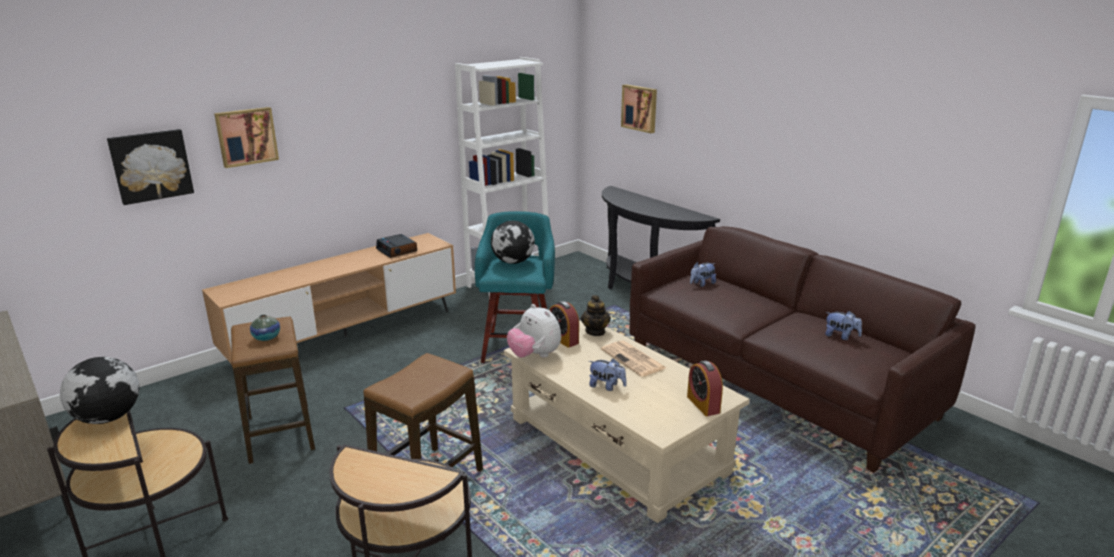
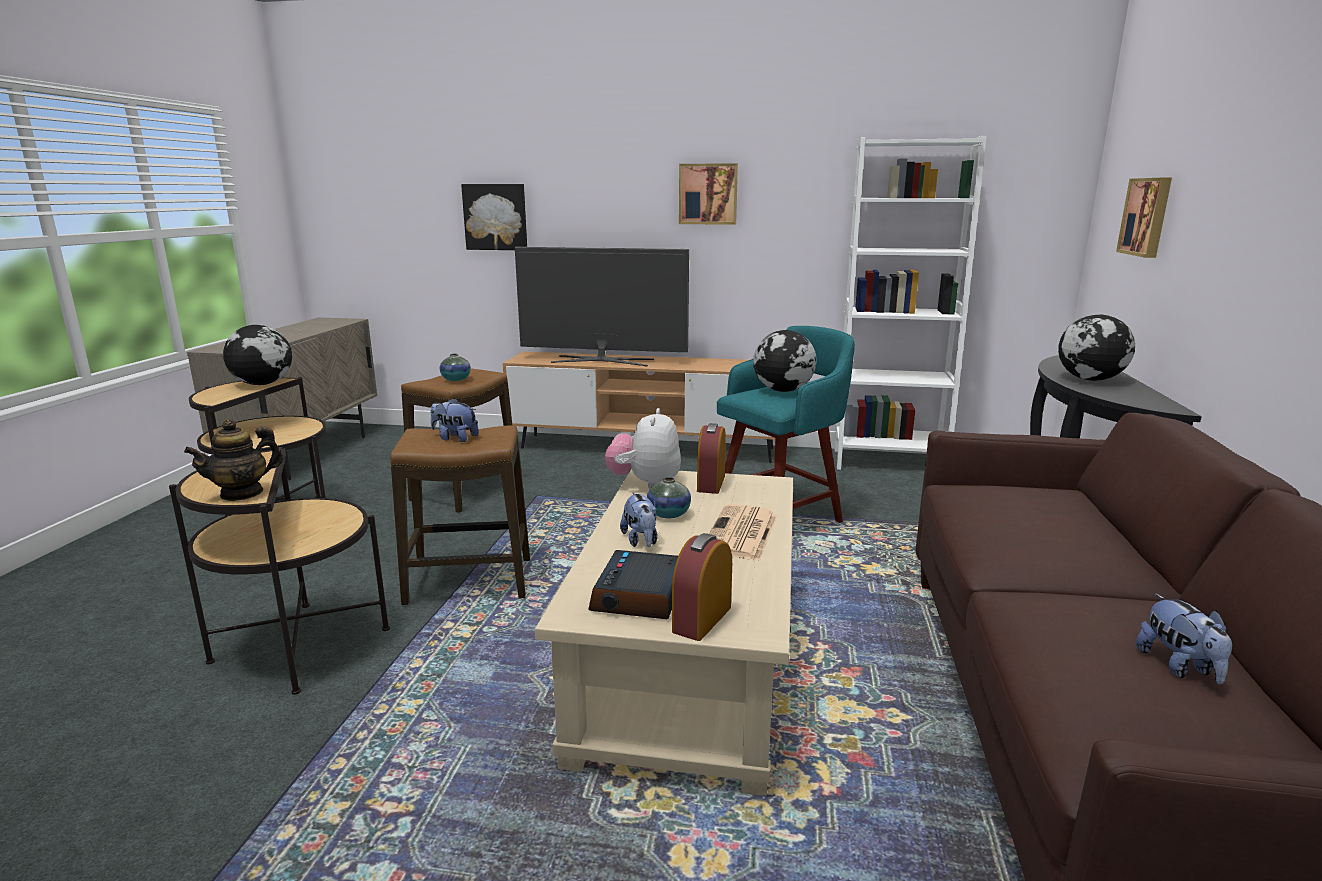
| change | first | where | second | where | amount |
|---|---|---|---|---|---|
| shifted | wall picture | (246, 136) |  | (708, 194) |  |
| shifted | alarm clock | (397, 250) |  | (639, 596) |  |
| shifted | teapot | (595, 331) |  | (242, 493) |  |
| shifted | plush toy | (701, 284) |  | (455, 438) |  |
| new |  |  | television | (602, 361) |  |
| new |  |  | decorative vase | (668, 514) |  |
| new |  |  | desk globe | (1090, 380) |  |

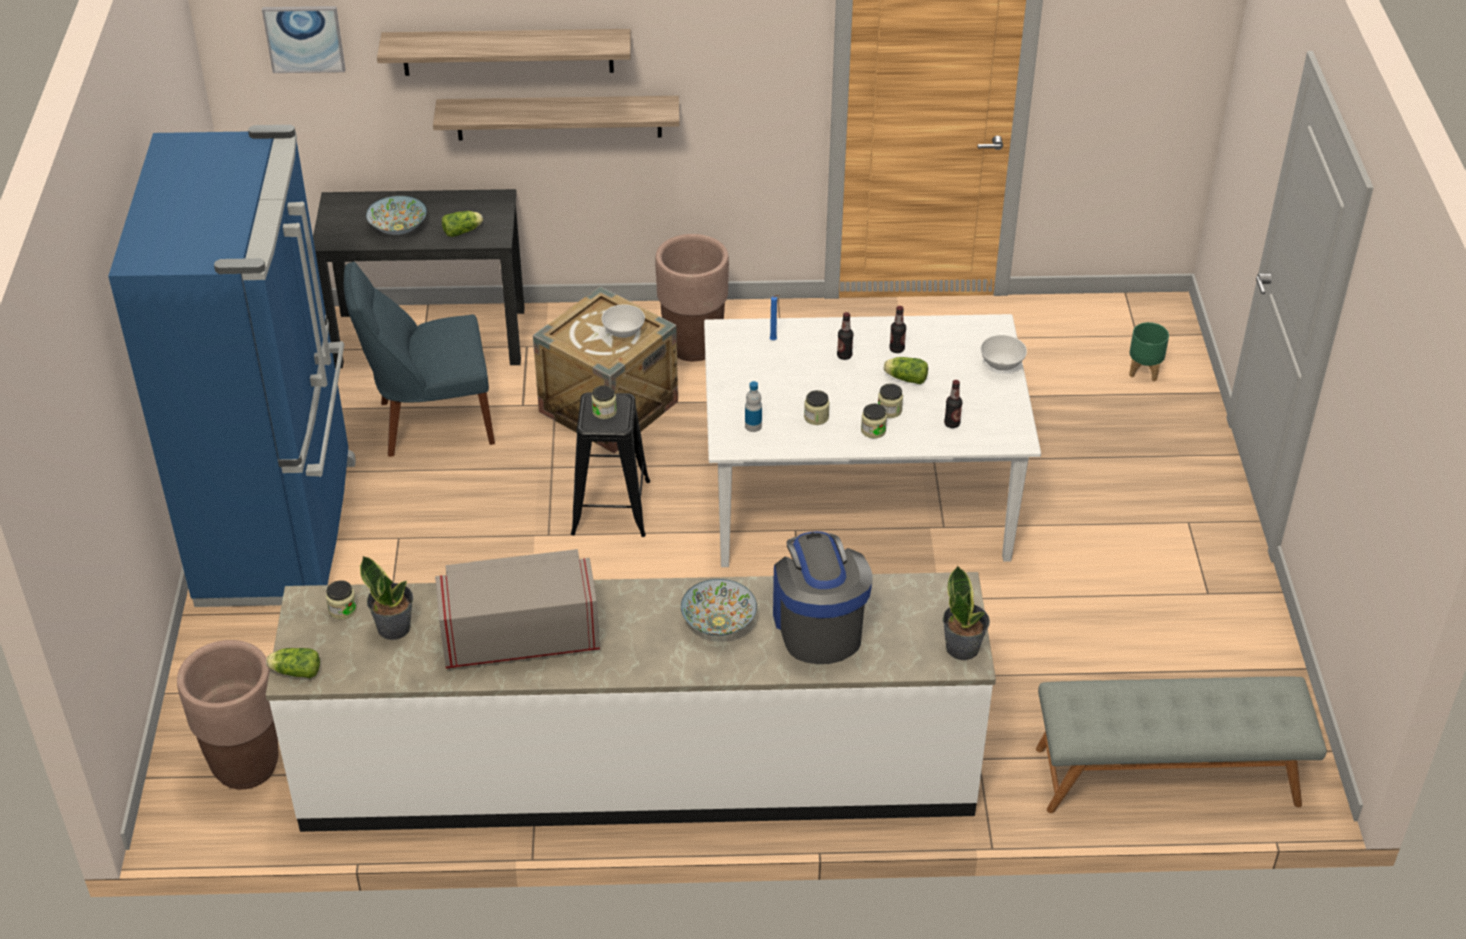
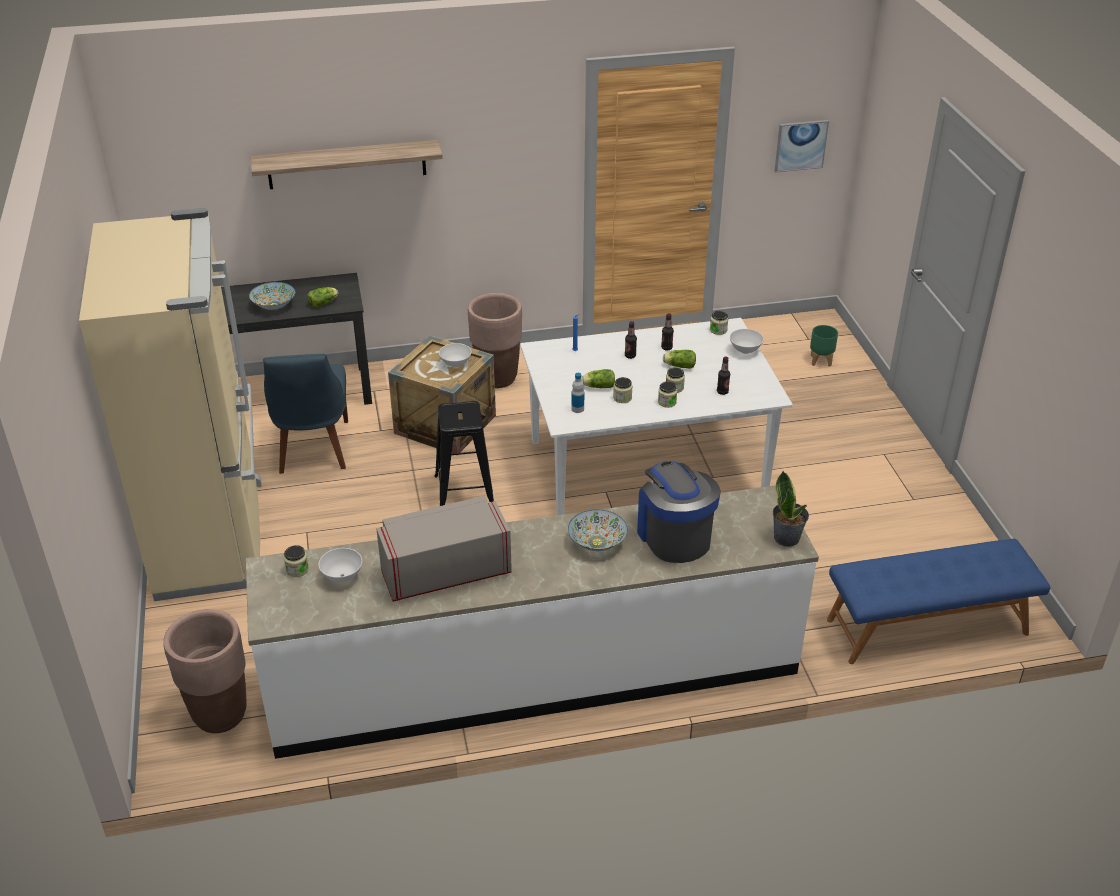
| change | first | where | second | where | amount |
|---|---|---|---|---|---|
| repainted | bluish fridge | (282, 530) | beige fridge | (213, 538) |  |
| shifted | wall picture | (304, 38) |  | (800, 145) |  |
| shifted | head of lettuce | (294, 671) |  | (597, 386) |  |
| rotated | bluish chair | (430, 422) |  | (313, 449) | 75 degrees counterclockwise |
| swapped | plant in a pot | (394, 627) | white-coloured deep dish | (342, 577) |  |
| gone | shelf | (559, 117) |  |  |  |
| shifted | jar | (604, 411) |  | (718, 330) |  |
| repainted | gray bench | (1167, 777) | bluish bench | (927, 627) |  |

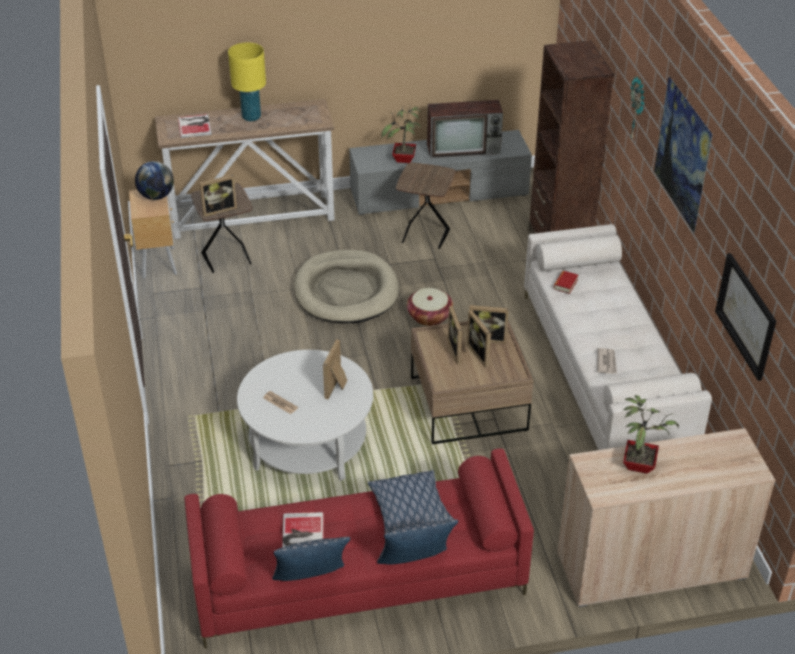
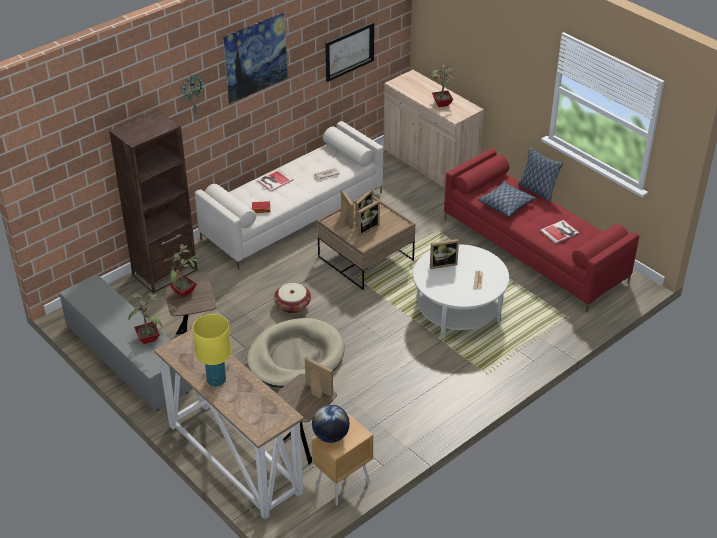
| change | first | where | second | where | amount |
|---|---|---|---|---|---|
| shifted | bound book | (195, 125) |  | (274, 180) |  |
| gone | pillow | (311, 580) |  |  |  |
| gone | television | (465, 148) |  |  |  |
| new |  |  | plant in a pot | (184, 292) |  |

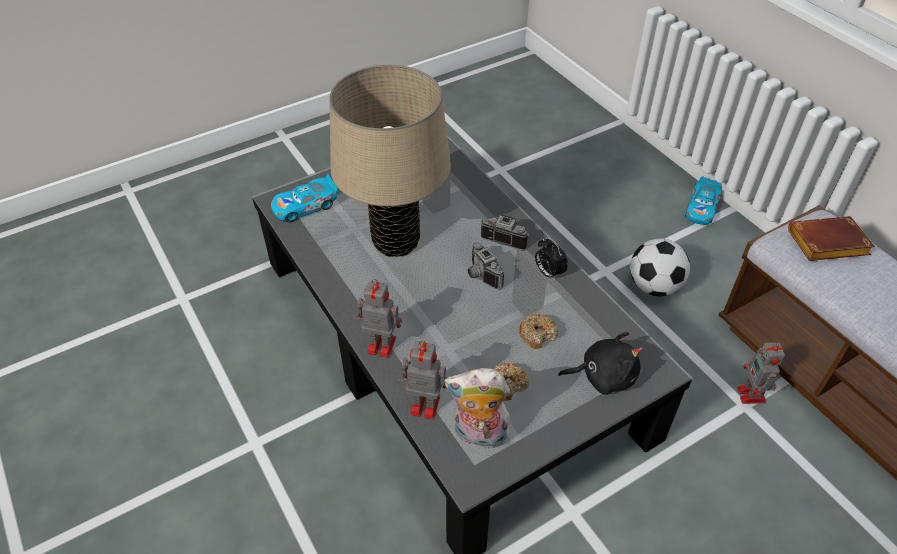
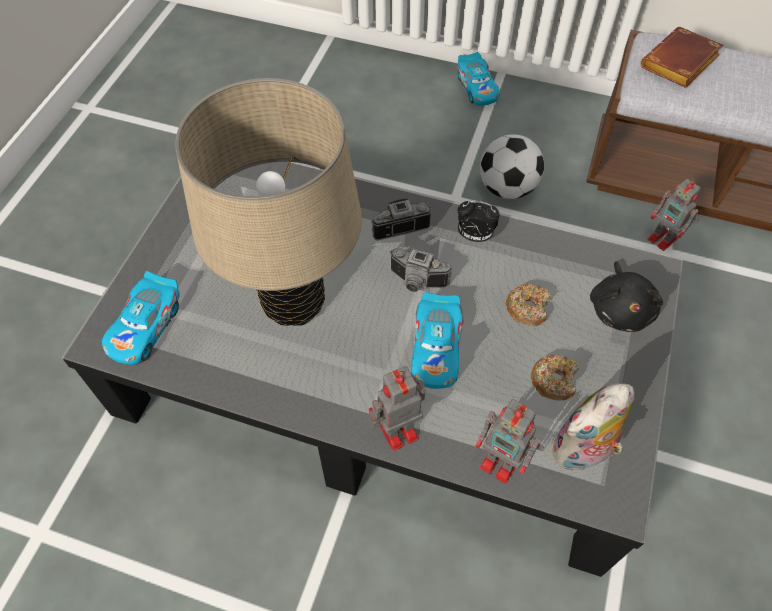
| change | first | where | second | where | amount |
|---|---|---|---|---|---|
| rotated | toy robot | (423, 405) |  | (503, 462) | 120 degrees counterclockwise |
| rotated | blackish plush toy | (603, 376) |  | (620, 309) | 135 degrees clockwise |
| new |  |  | miniature car | (436, 349) |  |

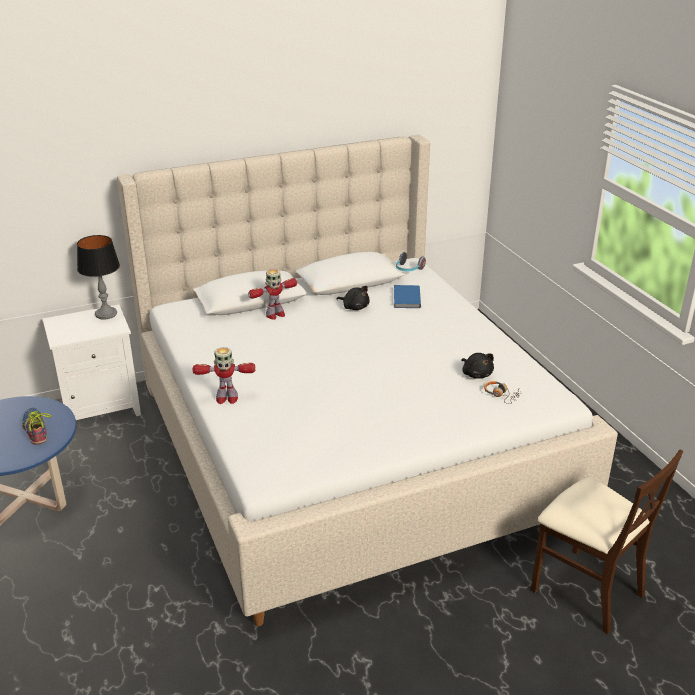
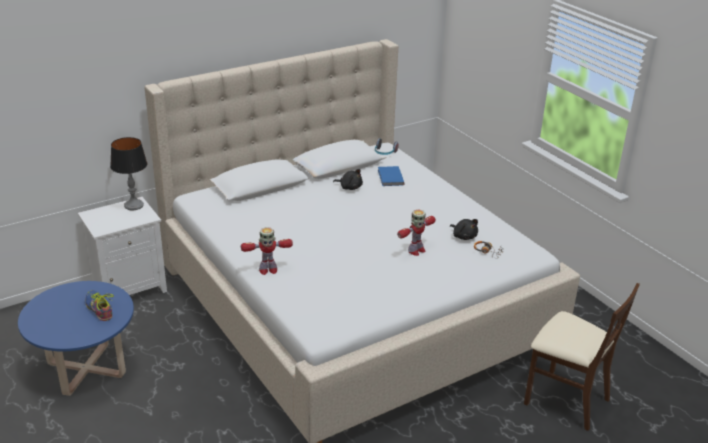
| change | first | where | second | where | amount |
|---|---|---|---|---|---|
| shifted | toy robot | (275, 315) |  | (416, 250) |  |

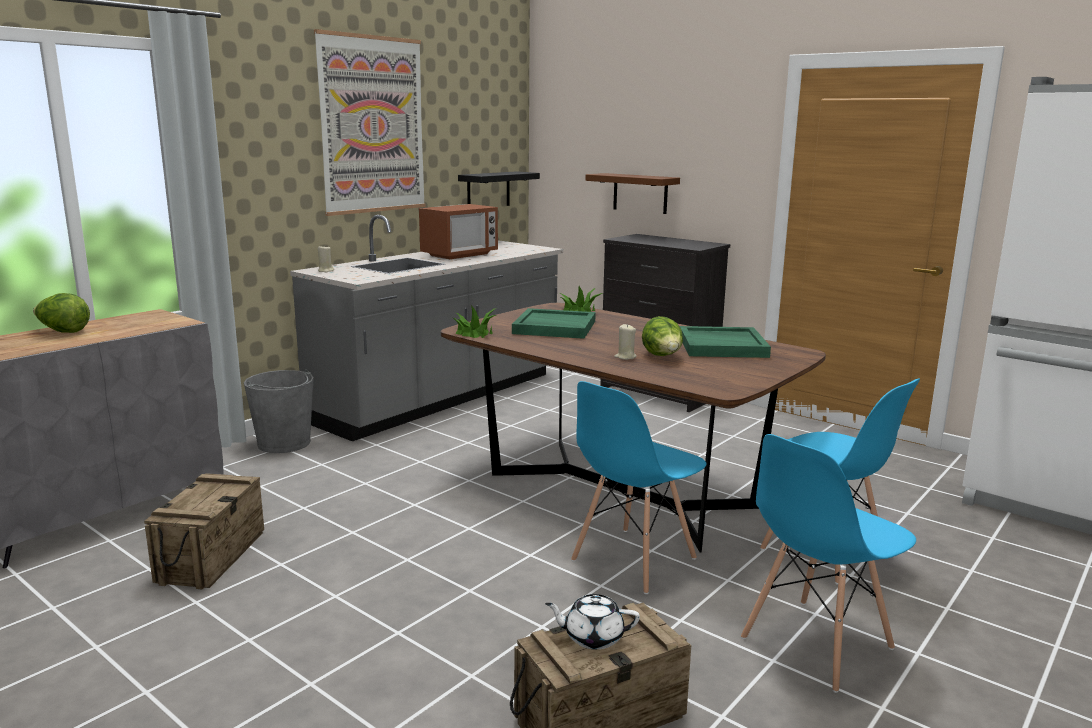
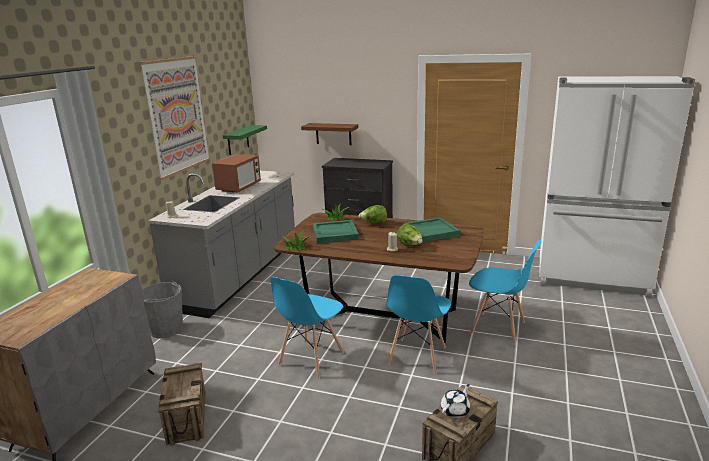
| change | first | where | second | where | amount |
|---|---|---|---|---|---|
| shifted | head of lettuce | (63, 332) |  | (374, 223) |  |
| repainted | blackish shelf | (488, 190) | green shelf | (238, 140) |  |
| rotated | white-coloured teapot | (592, 637) |  | (455, 410) | 150 degrees clockwise |
| shifted | bluish chair | (815, 643) |  | (311, 359) |  |

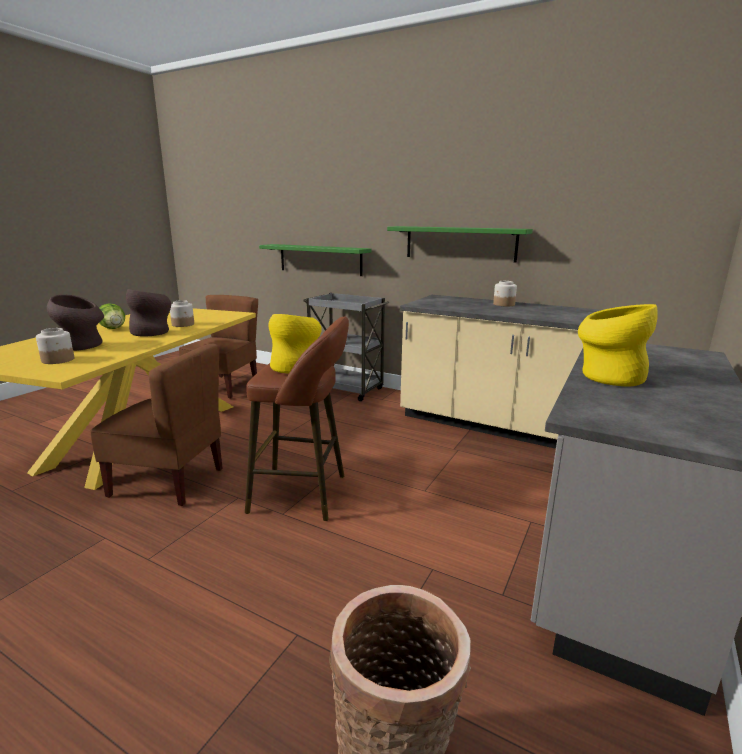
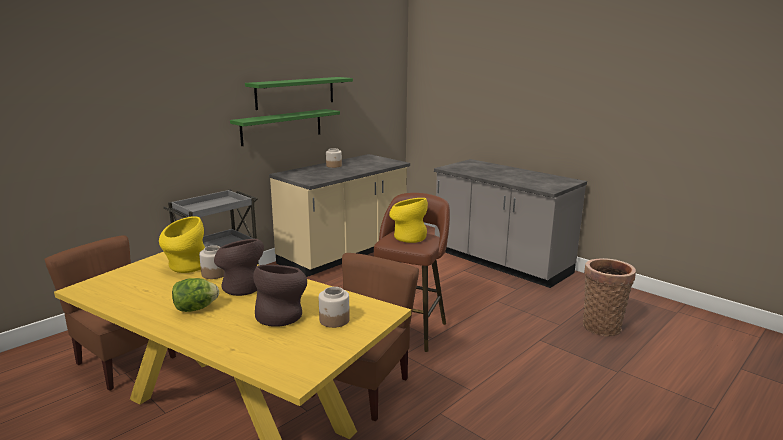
| change | first | where | second | where | amount |
|---|---|---|---|---|---|
| shifted | green shelf | (320, 259) |  | (295, 92) |  |
| shifted | yellowish decorative vase | (606, 376) |  | (185, 267) |  |

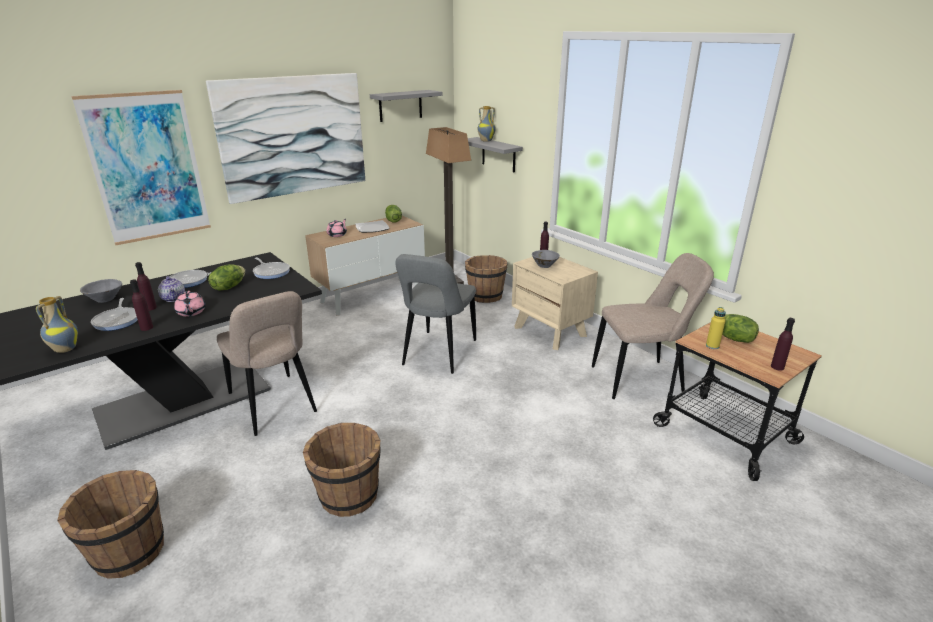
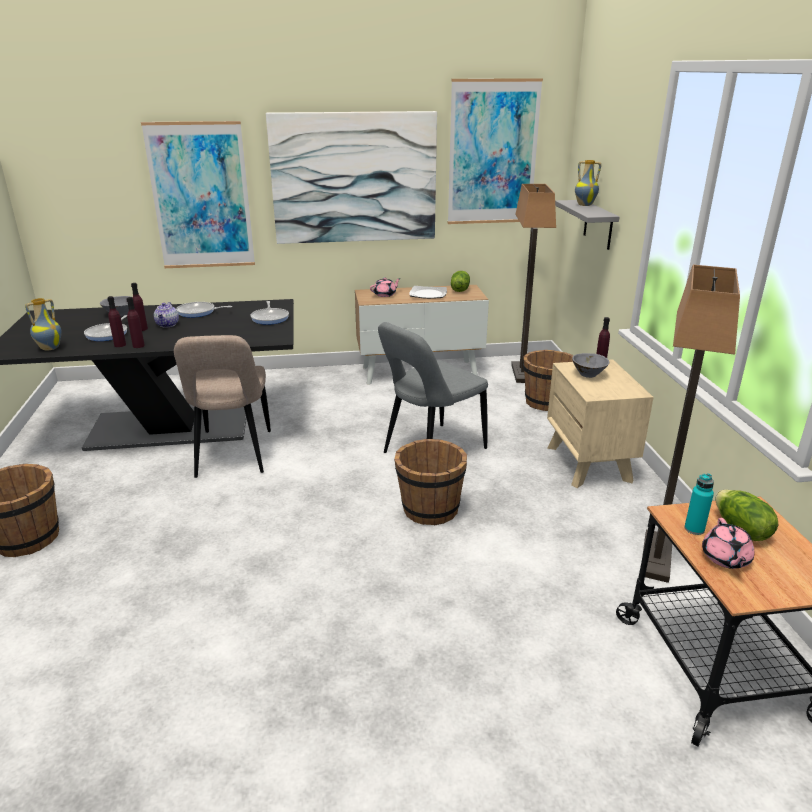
| change | first | where | second | where | amount |
|---|---|---|---|---|---|
| shifted | pinkish teapot | (191, 312) |  | (725, 558) |  |
| gone | head of lettuce | (229, 287) |  |  |  |
| shifted | brown pail | (348, 496) |  | (429, 509) |  |
| swapped | gray shelf | (400, 105) | wall picture | (492, 153) |  |
| swapped | beige chair | (641, 379) | floor lamp | (656, 558) |  |
| repainted | yellowish beverage bottle | (712, 346) | blue-green beverage bottle | (694, 529) |  |
| shifted | purple-coloured beverage bottle | (777, 367) |  | (138, 346) |  |

